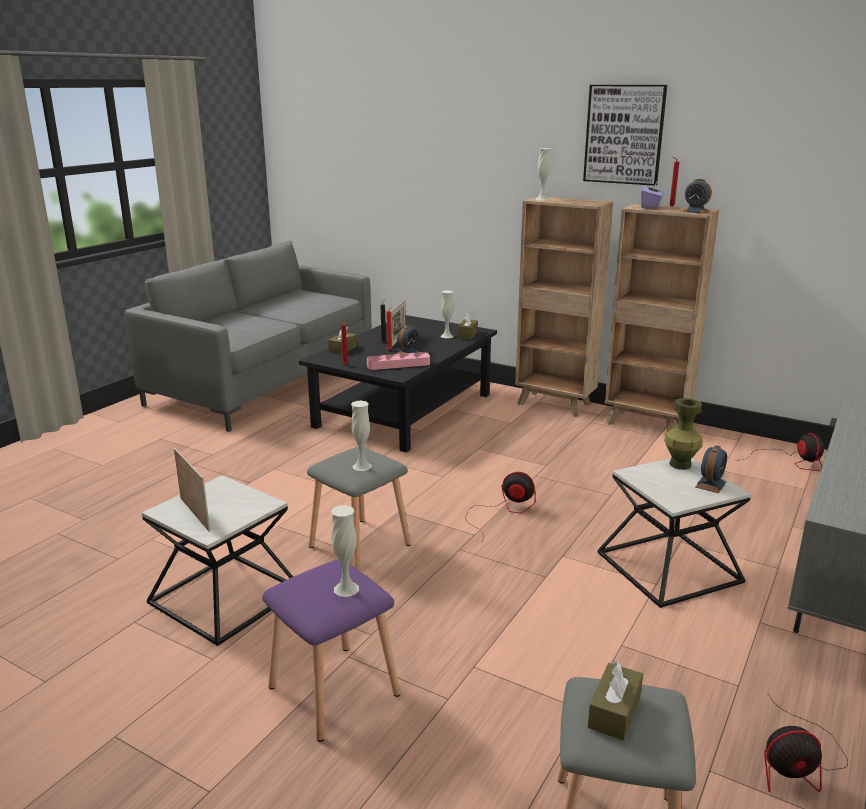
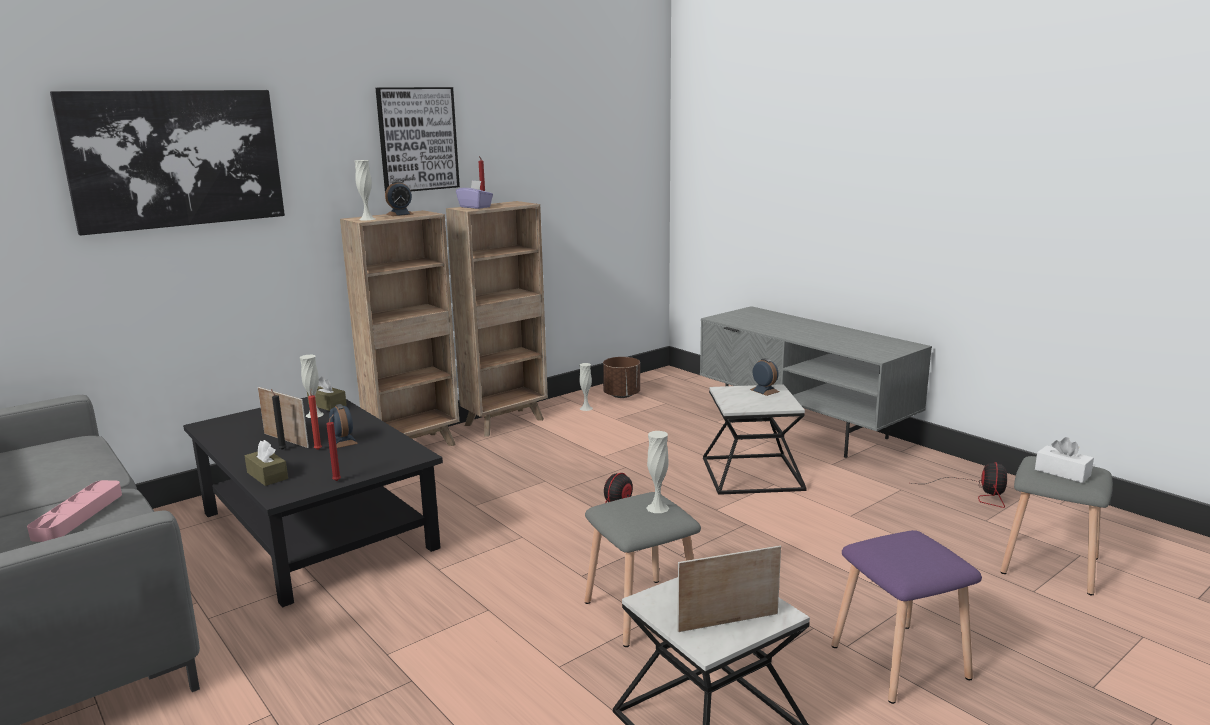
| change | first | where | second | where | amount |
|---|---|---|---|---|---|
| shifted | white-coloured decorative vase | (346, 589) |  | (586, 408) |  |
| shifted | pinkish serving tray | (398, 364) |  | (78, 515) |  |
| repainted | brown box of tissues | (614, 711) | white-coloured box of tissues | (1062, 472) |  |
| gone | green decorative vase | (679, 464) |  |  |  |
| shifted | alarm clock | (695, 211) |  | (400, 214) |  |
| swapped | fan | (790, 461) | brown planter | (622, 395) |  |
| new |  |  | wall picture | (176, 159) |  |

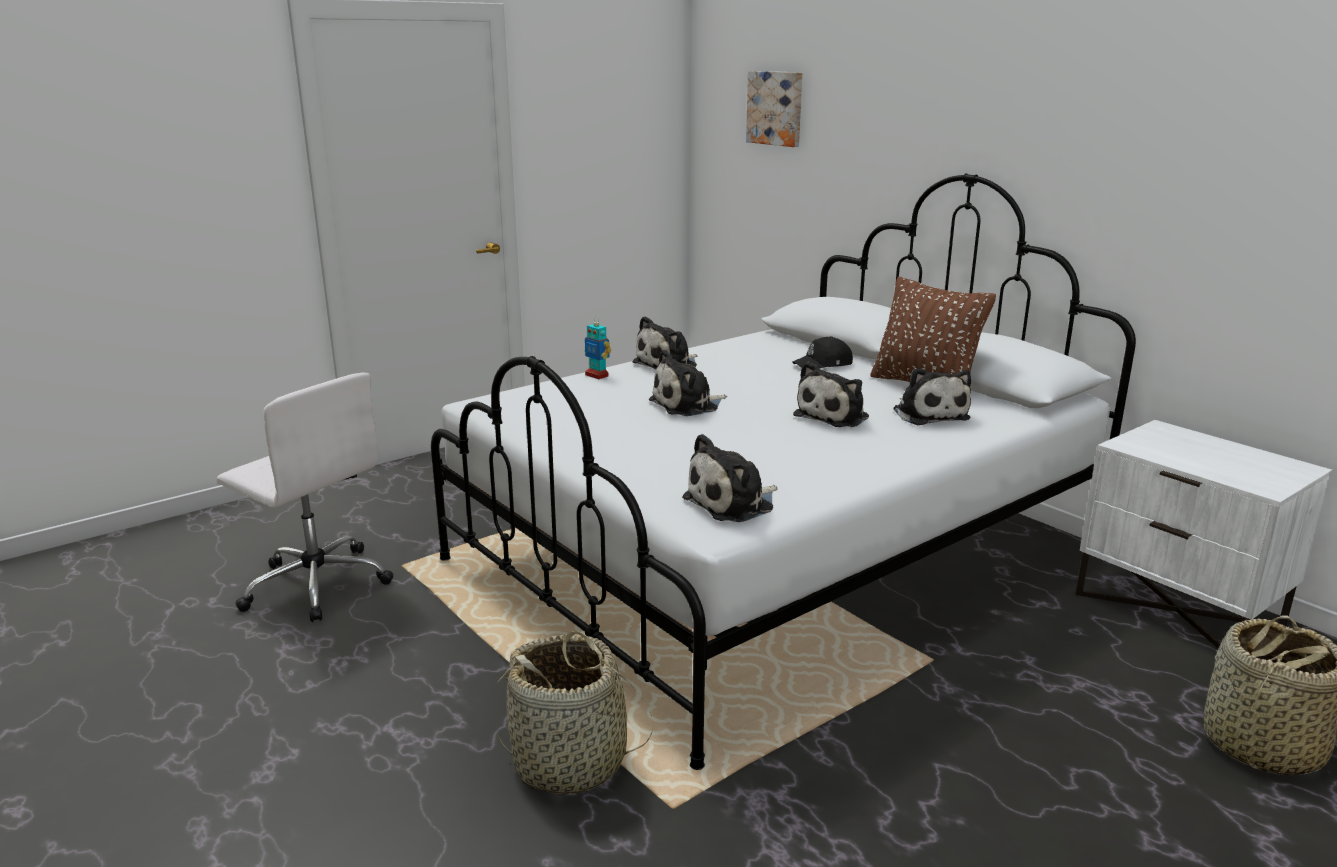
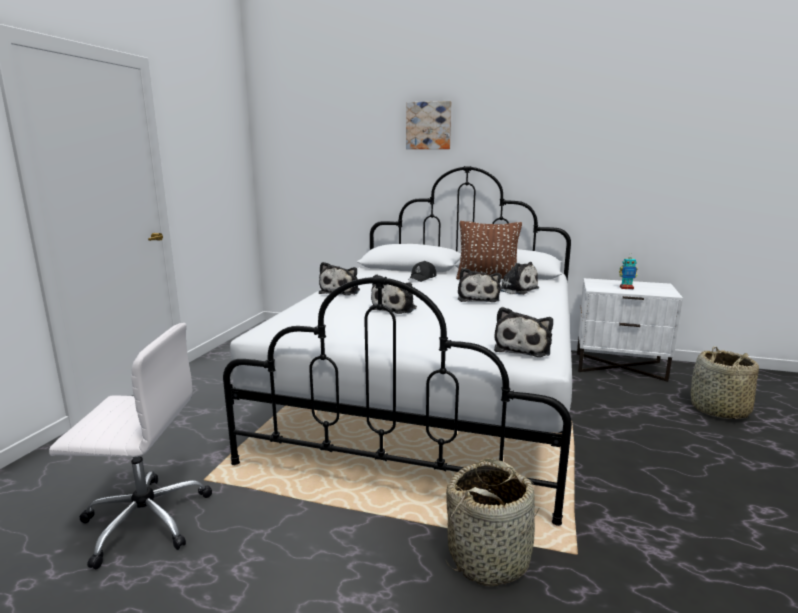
| change | first | where | second | where | amount |
|---|---|---|---|---|---|
| shifted | toy robot | (597, 375) |  | (626, 288) |  |
| shifted | wall picture | (776, 108) |  | (429, 125) |  |

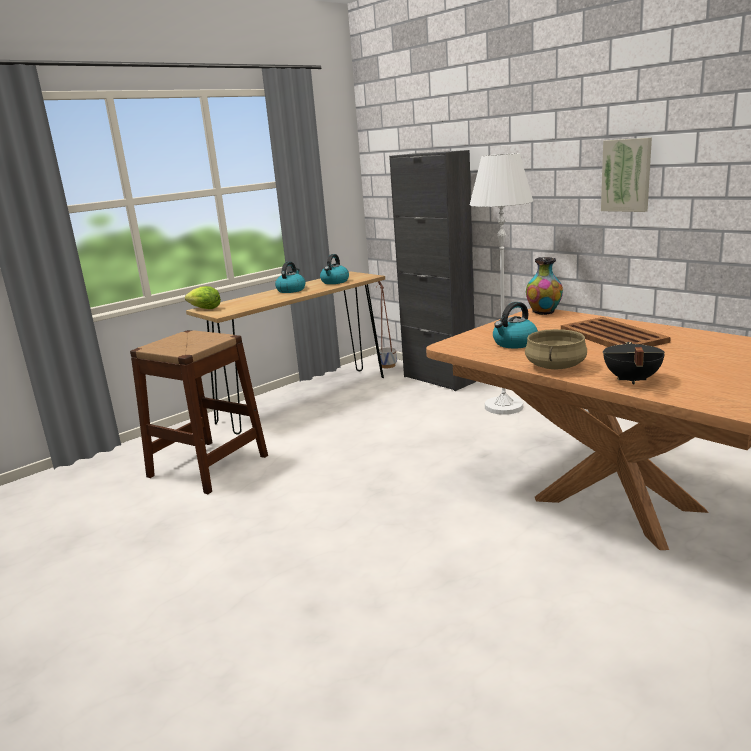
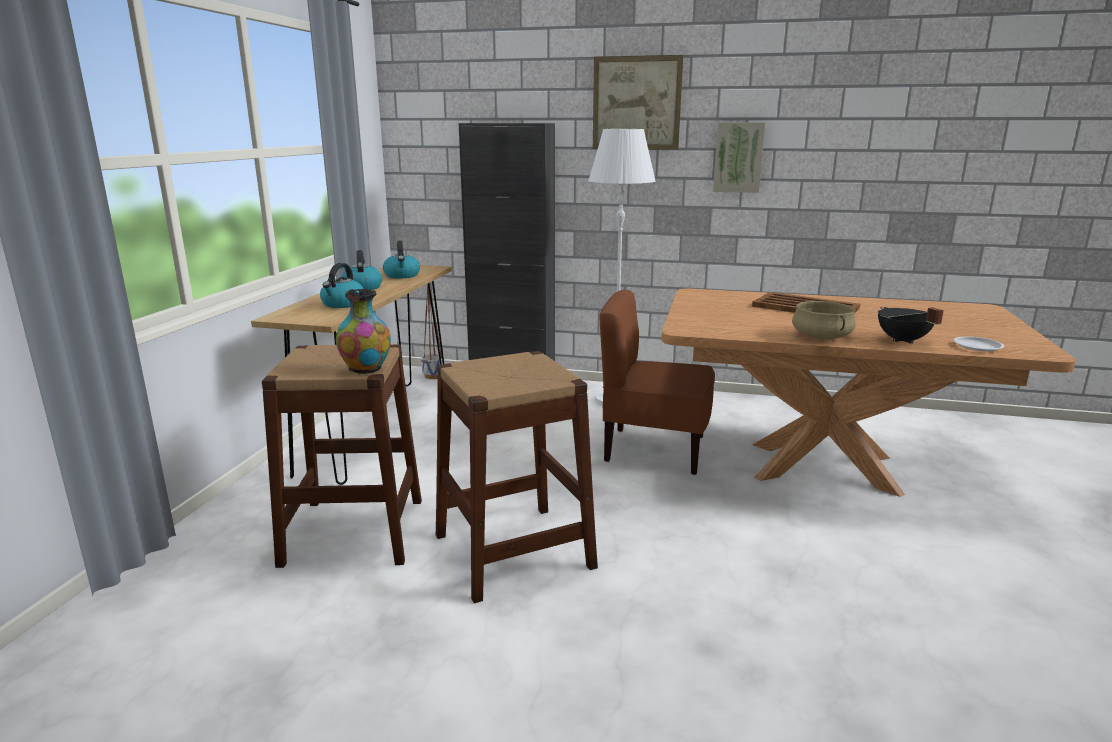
| change | first | where | second | where | amount |
|---|---|---|---|---|---|
| gone | head of lettuce | (205, 309) |  |  |  |
| shifted | kettle | (514, 343) |  | (343, 304) |  |
| shifted | decorative vase | (544, 312) |  | (366, 370) |  |
| new |  |  | brown stool seat | (513, 550) |  |
| new |  |  | wall picture | (636, 103) |  |
| new |  |  | brown chair | (654, 450) |  |
| new |  |  | white-coloured flat dish | (977, 346) |  |

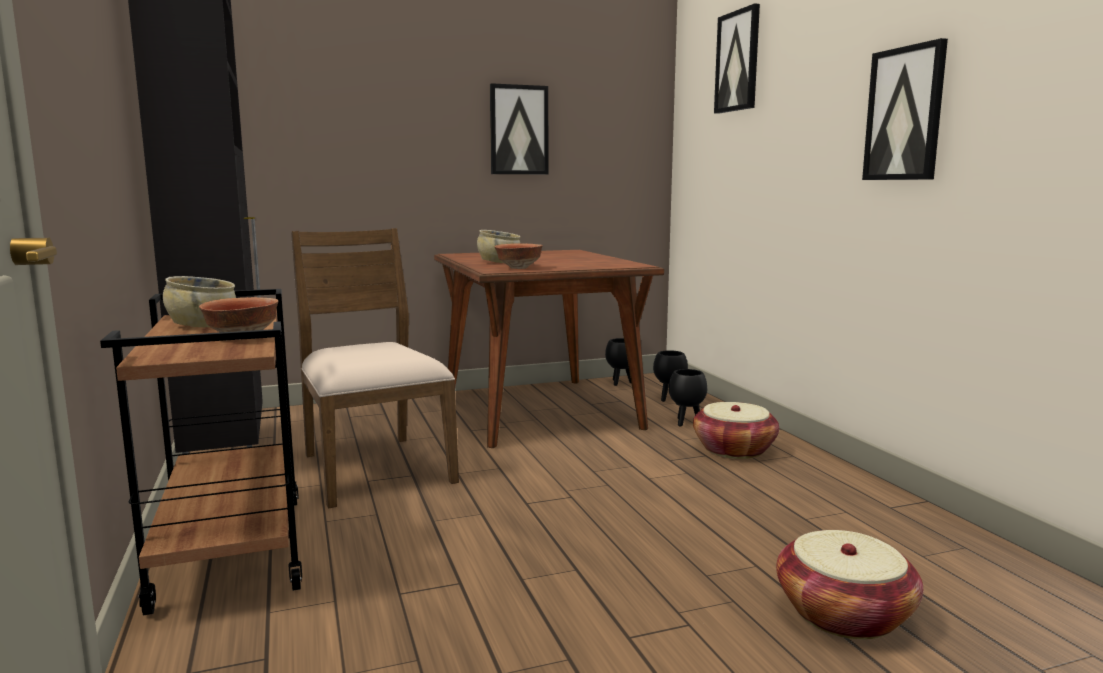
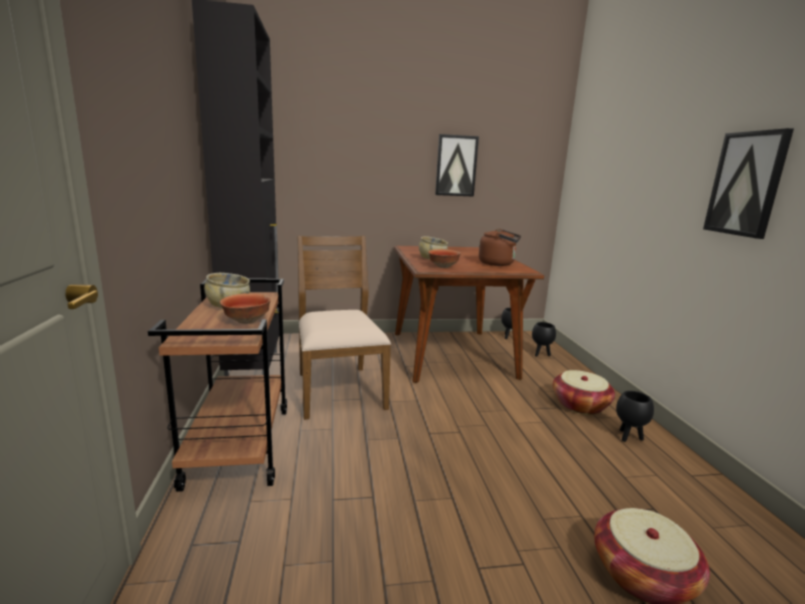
| change | first | where | second | where | amount |
|---|---|---|---|---|---|
| shifted | blackish planter | (686, 423) |  | (628, 437) |  |
| gone | wall picture | (738, 61) |  |  |  |
| new |  |  | brown kettle | (498, 264) |  |

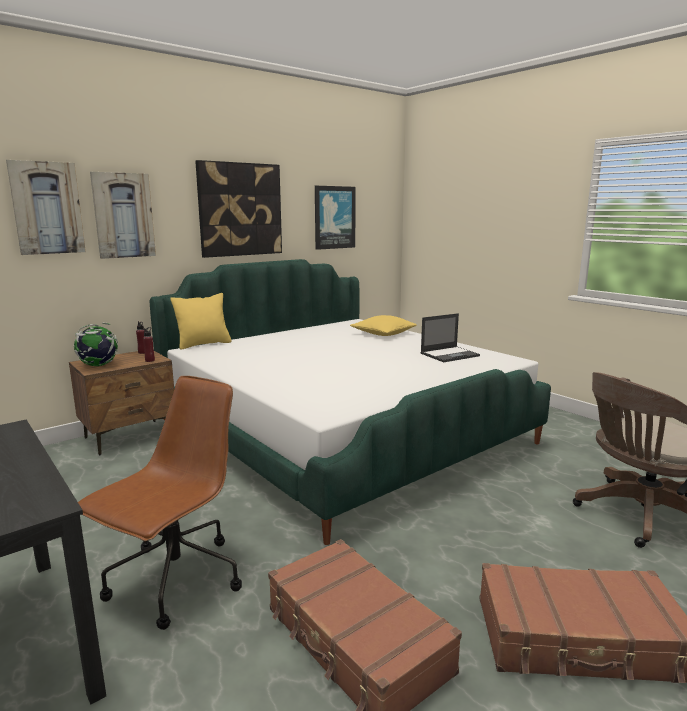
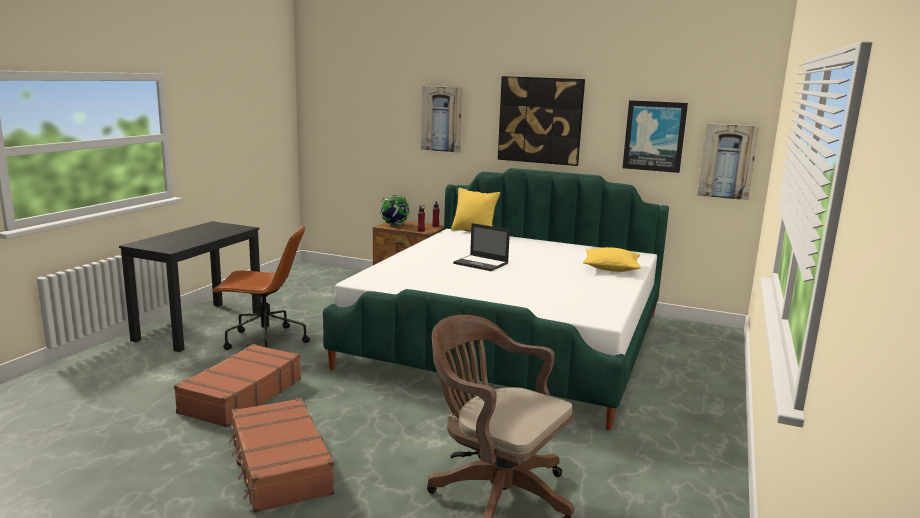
| change | first | where | second | where | amount |
|---|---|---|---|---|---|
| shifted | wall picture | (47, 208) |  | (727, 161) |  |
| shifted | portable computer | (450, 354) |  | (481, 263) |  |

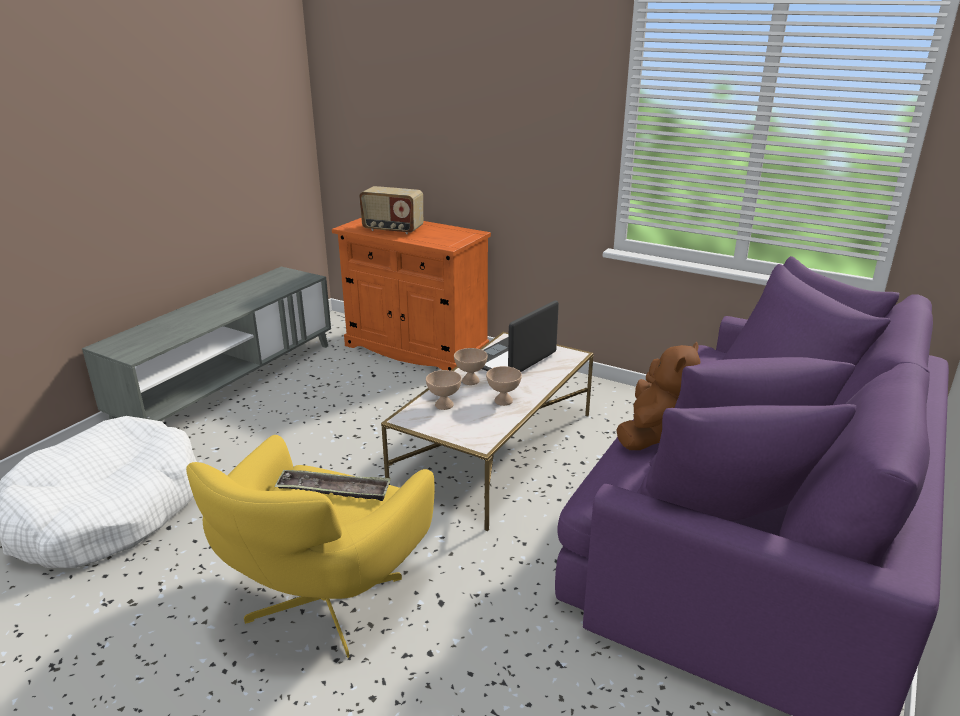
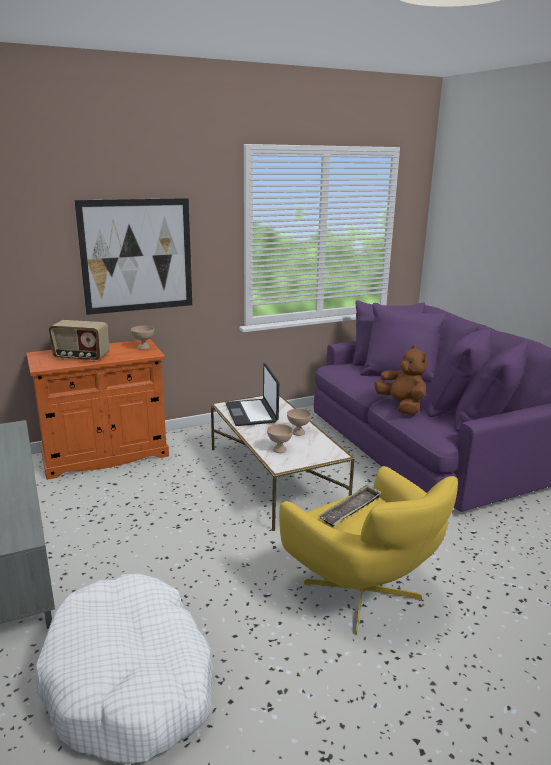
| change | first | where | second | where | amount |
|---|---|---|---|---|---|
| rotated | radio set | (392, 229) |  | (81, 357) | 45 degrees clockwise |
| shifted | beige deep dish | (471, 380) |  | (144, 347) |  |
| new |  |  | wall picture | (137, 256) |  |

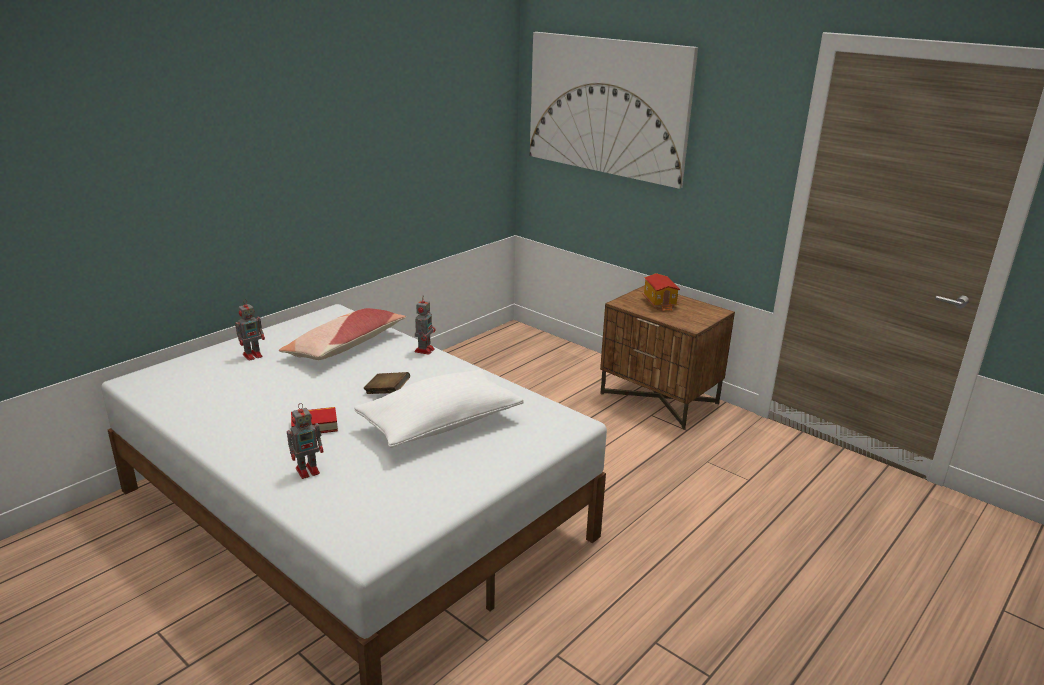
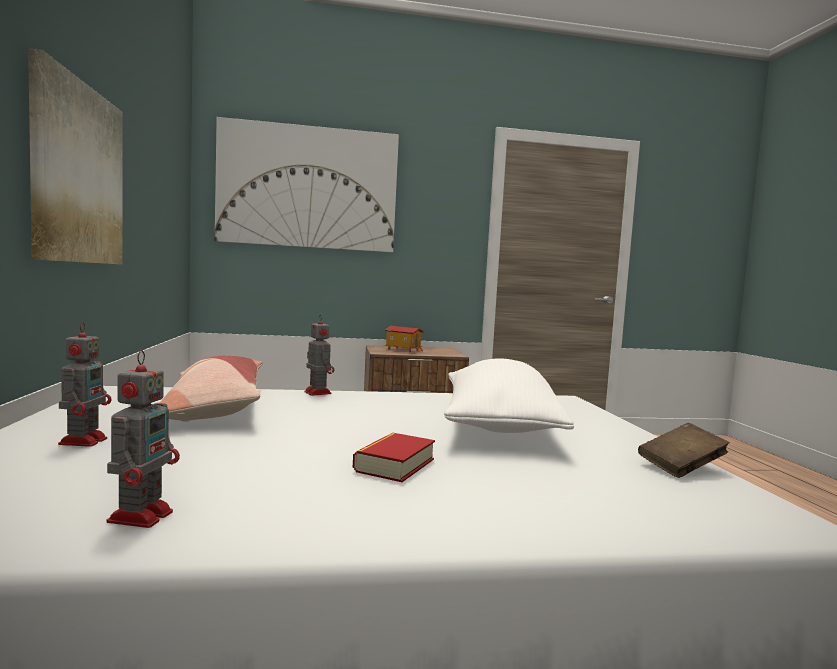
| change | first | where | second | where | amount |
|---|---|---|---|---|---|
| shifted | toy robot | (309, 470) |  | (142, 515) |  |
| shifted | brown bound book | (387, 392) |  | (681, 467) |  |
| new |  |  | wall picture | (77, 174) |  |

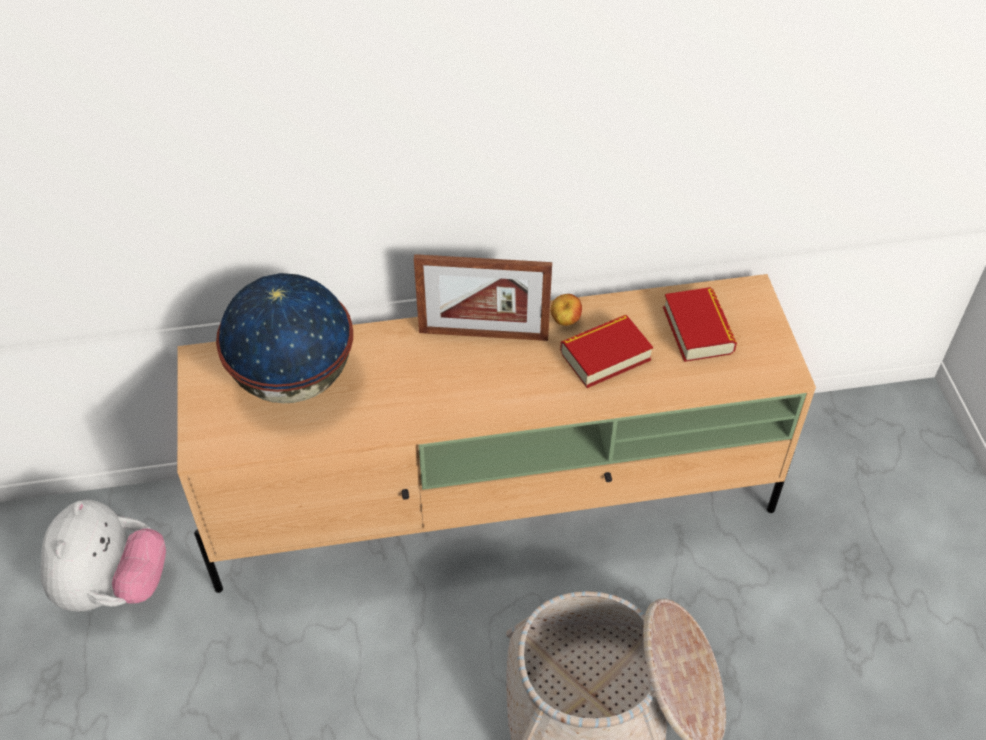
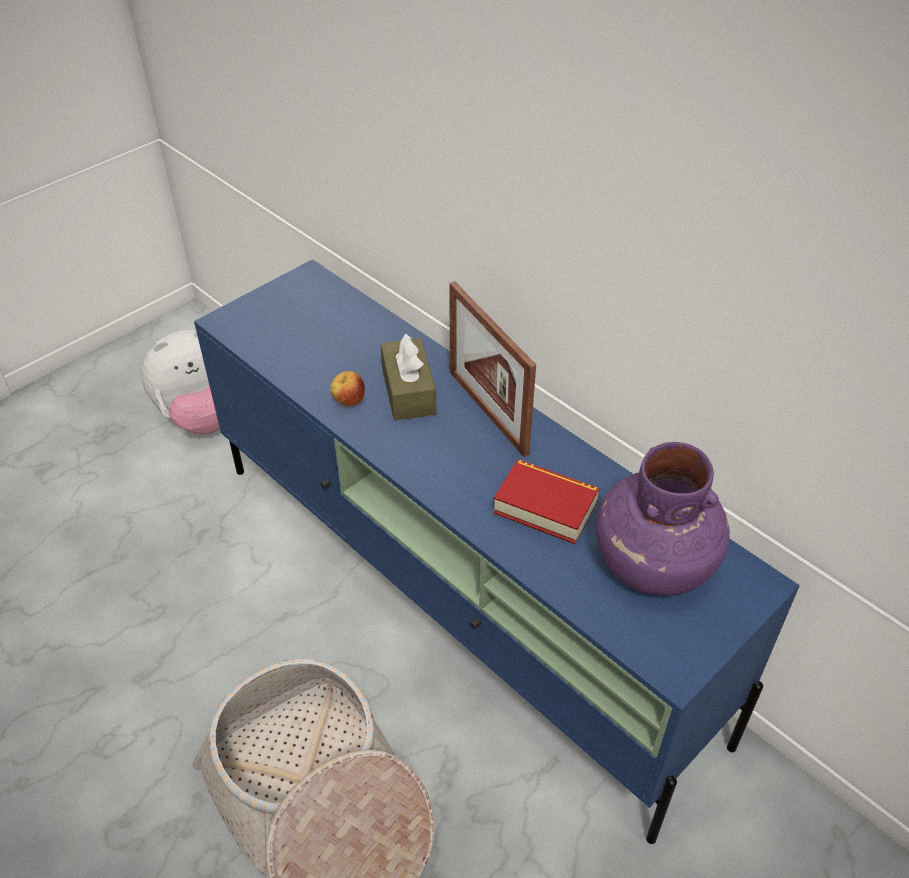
| change | first | where | second | where | amount |
|---|---|---|---|---|---|
| repainted | beige tv unit | (496, 502) | bluish tv unit | (458, 597) |  |
| gone | desk globe | (293, 379) |  |  |  |
| shifted | apple fruit | (565, 321) |  | (349, 401) |  |
| swapped | bound book | (697, 330) | purple-coloured decorative vase | (653, 562) |  |
| new |  |  | brown box of tissues | (408, 391) |  |

